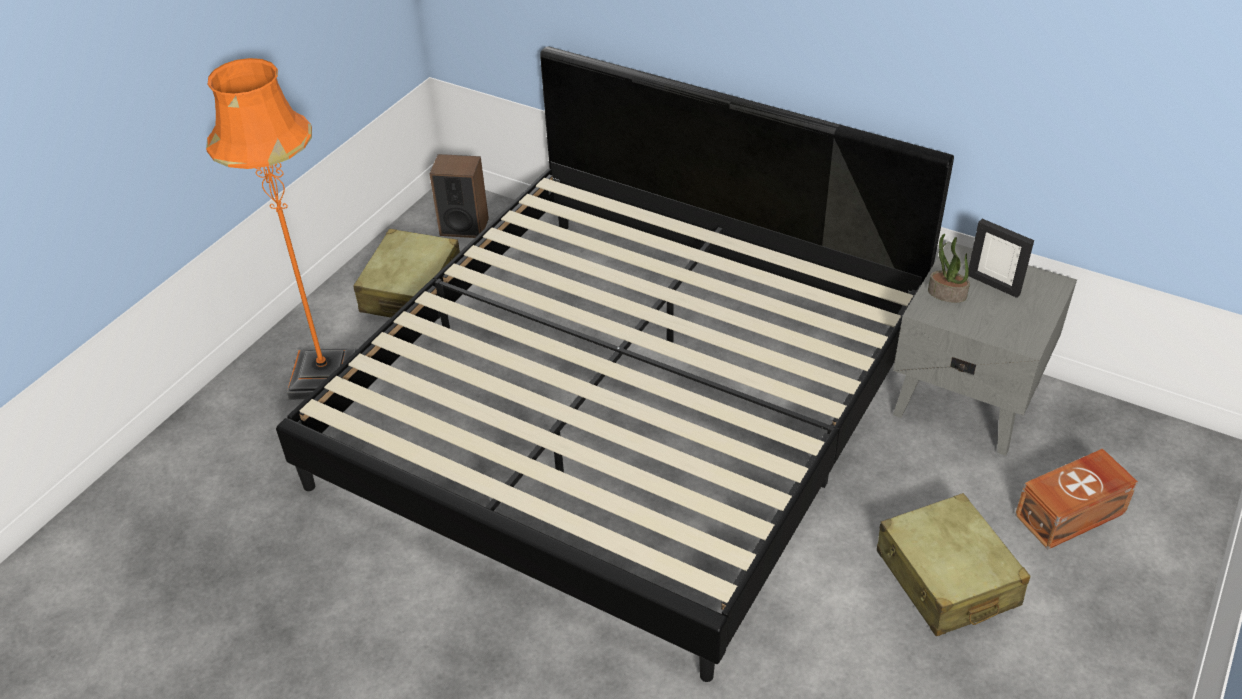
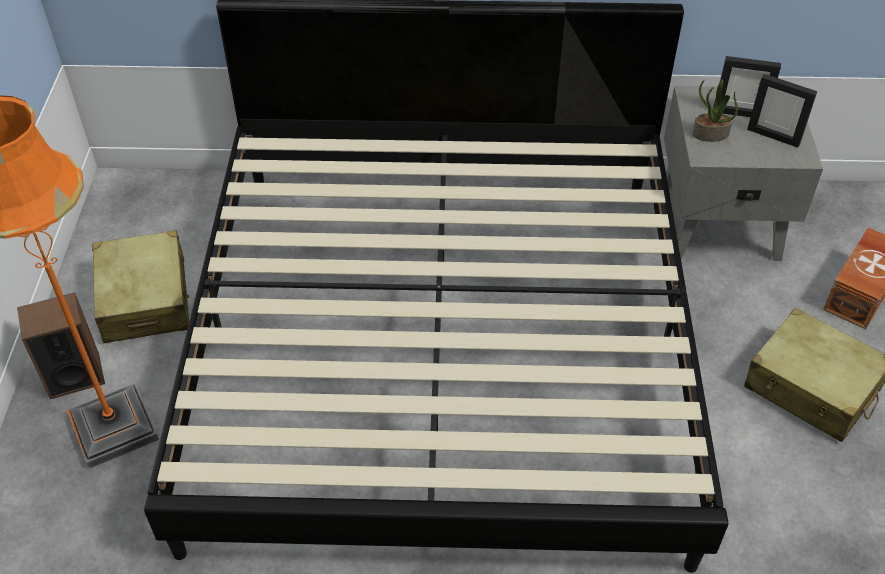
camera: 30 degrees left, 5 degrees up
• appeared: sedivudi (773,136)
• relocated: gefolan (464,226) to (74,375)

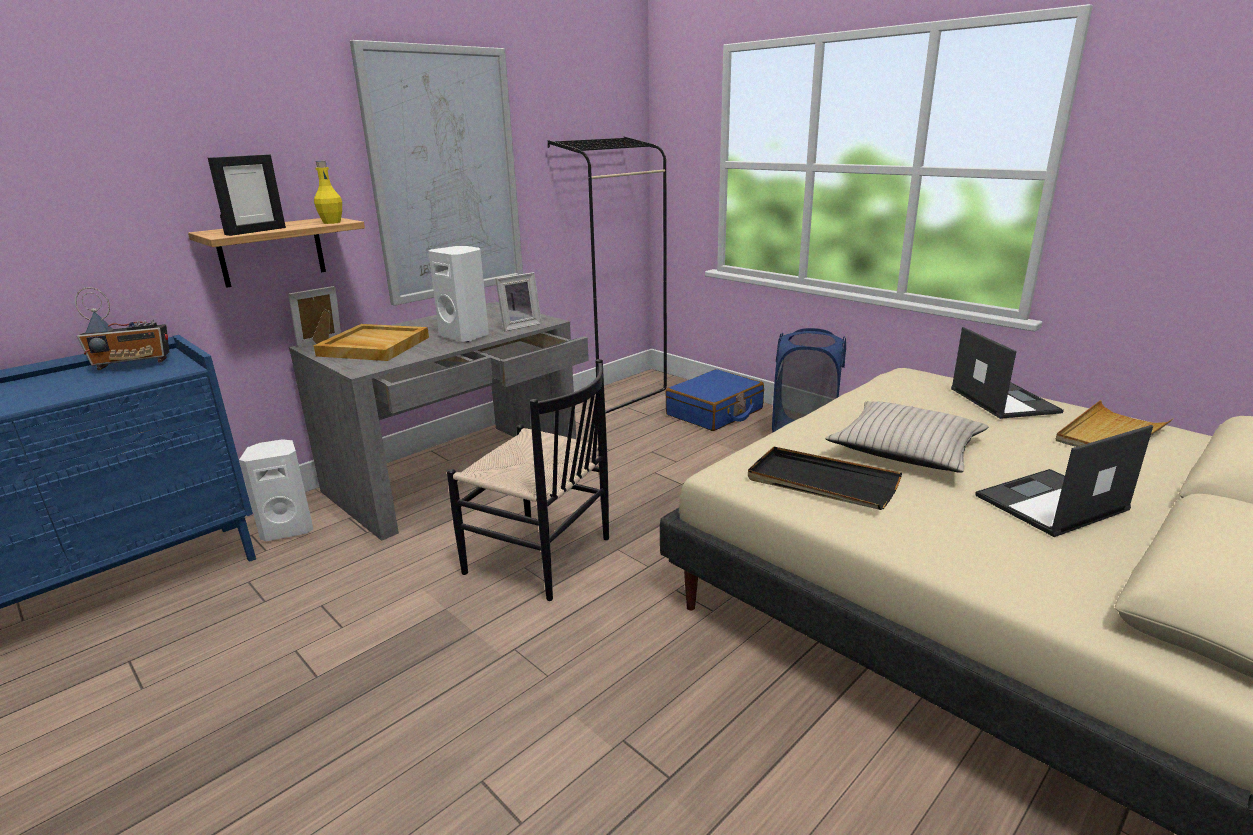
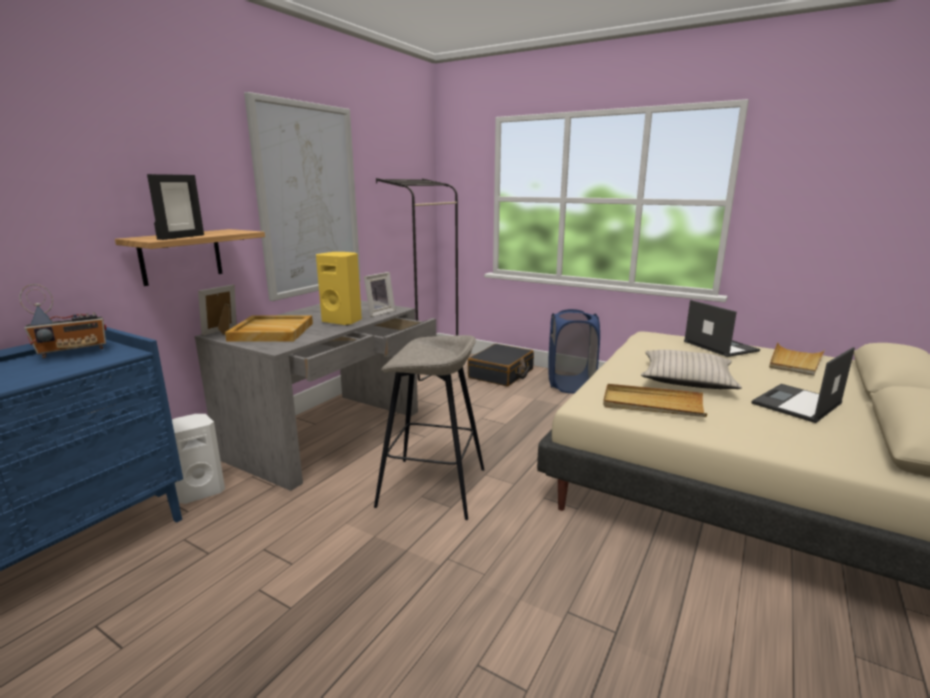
camera: 15 degrees left, 5 degrees down
• missing: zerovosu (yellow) (331,222)
• exchanged: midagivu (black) (543,558) to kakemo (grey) (432,487)
• colour: gefolan (white) (466,336) to gefolan (yellow) (343,321)
• colour: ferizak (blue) (715,412) to ferizak (black) (501,374)
• colour: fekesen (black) (821,483) to fekesen (beige) (652,404)

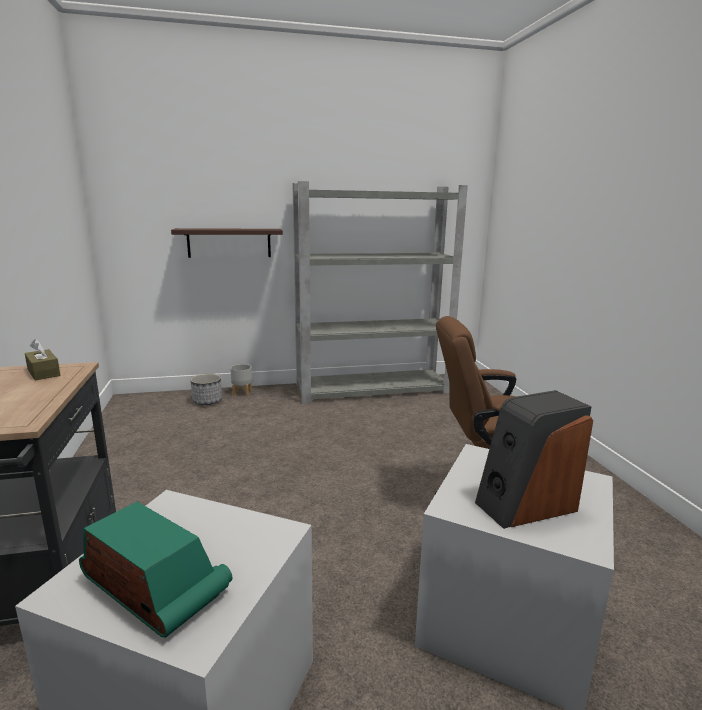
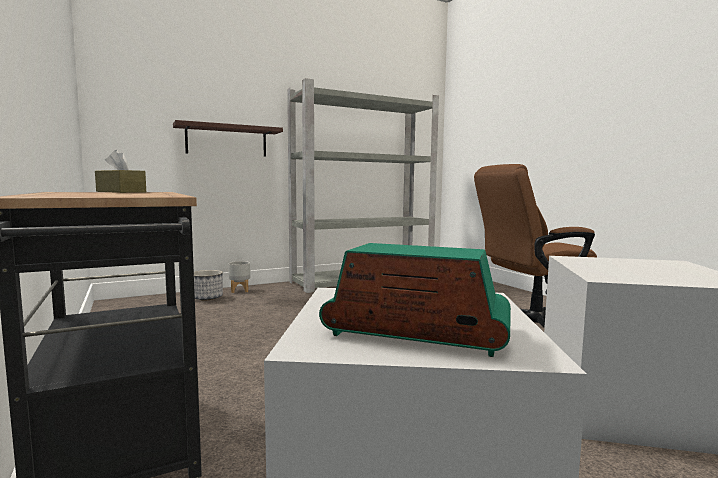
camera: 15 degrees left, 10 degrees down
• missing: gefolan (525,505)

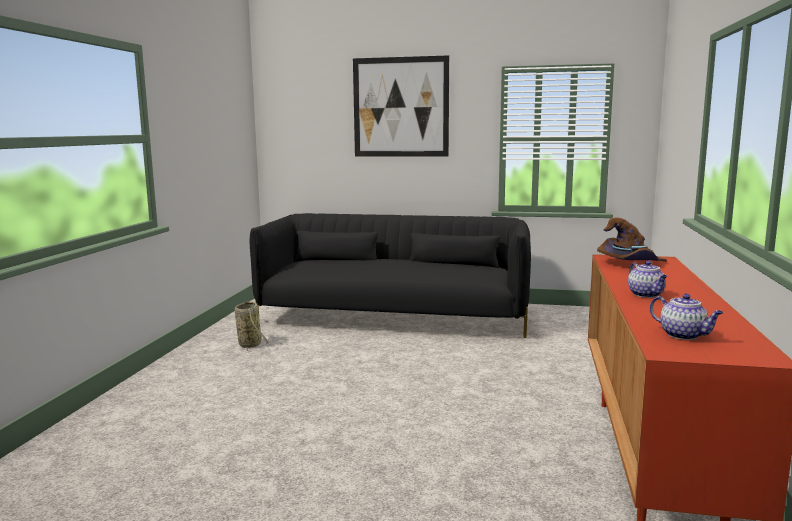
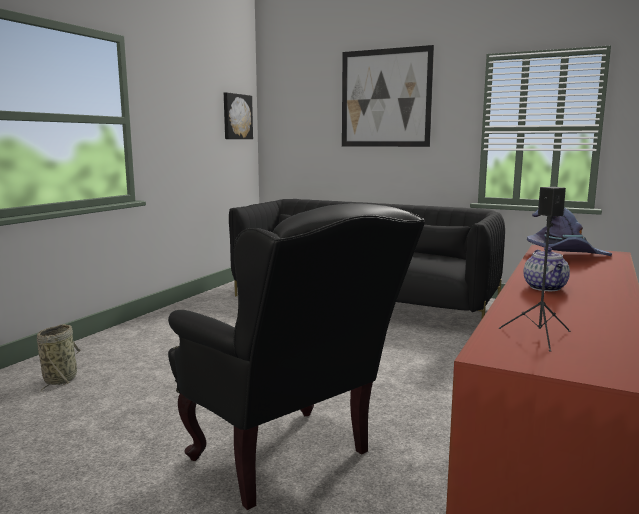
camera: 15 degrees right, 0 degrees up
• appeared: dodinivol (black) (294,464)
• appeared: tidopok (236,116)
• relocated: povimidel (249,344) to (61,379)
• exchanged: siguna (684,335) to gefolan (black) (539,336)
• colour: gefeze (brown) (629,263) to gefeze (purple) (564,255)

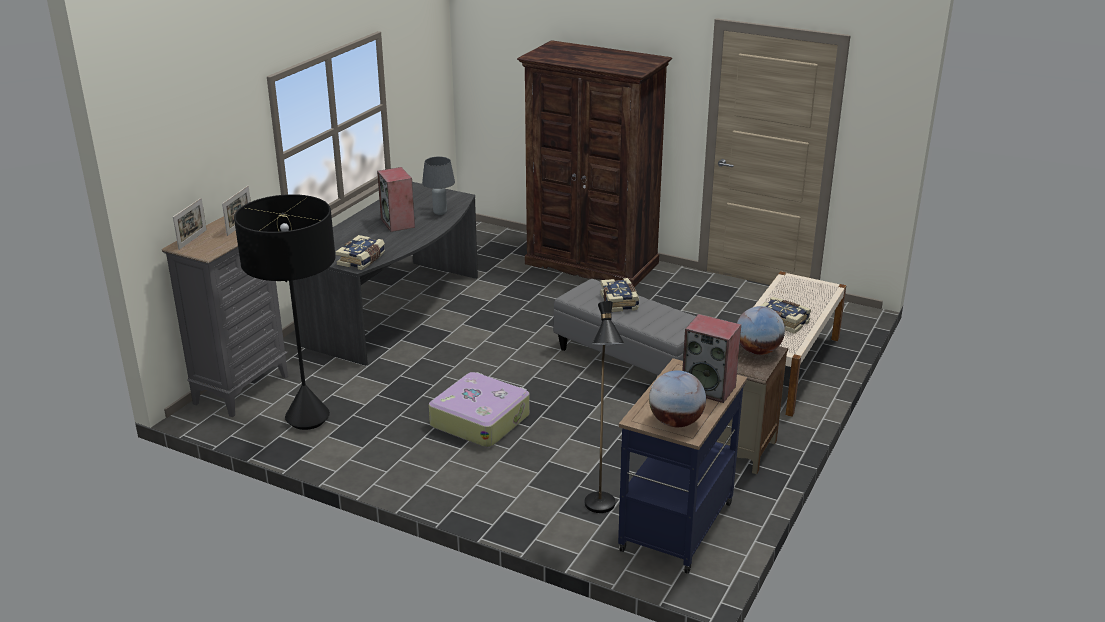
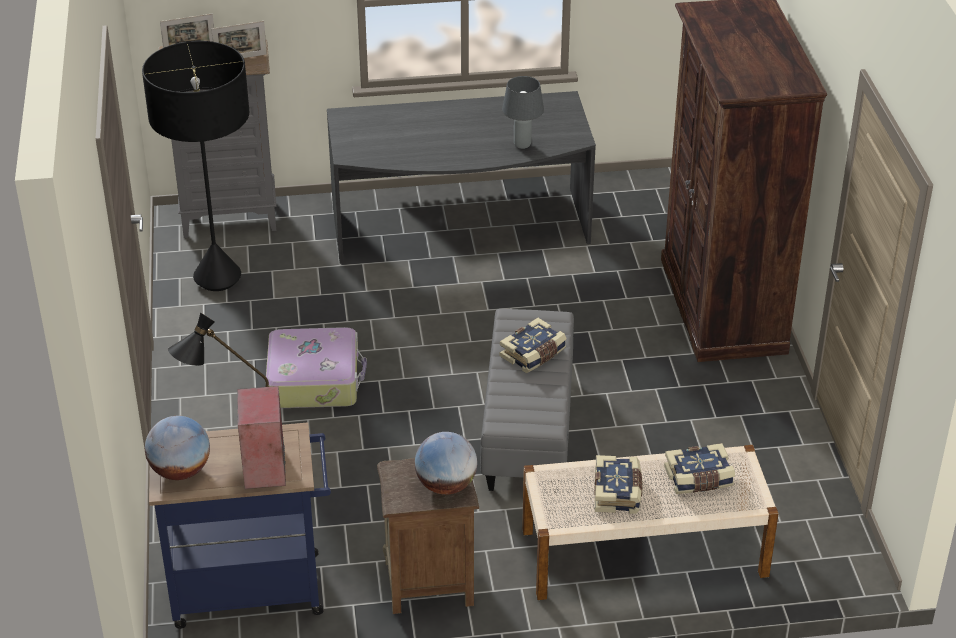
camera: 55 degrees right, 10 degrees up
• missing: gefolan (398,223)
• relocated: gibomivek (362,260) to (699,479)

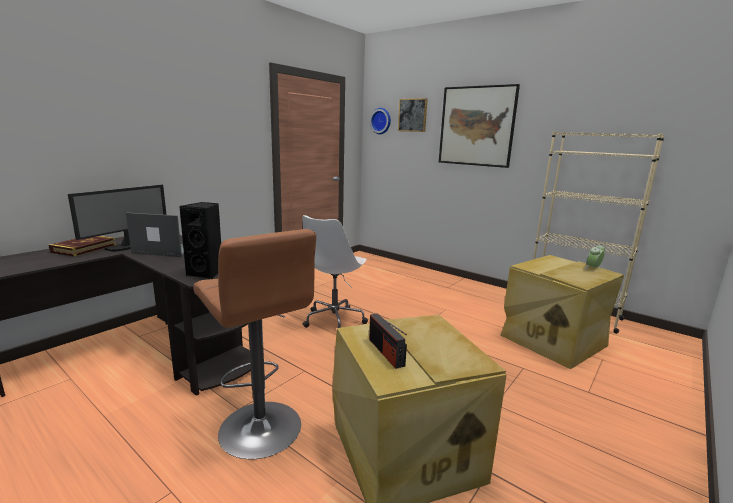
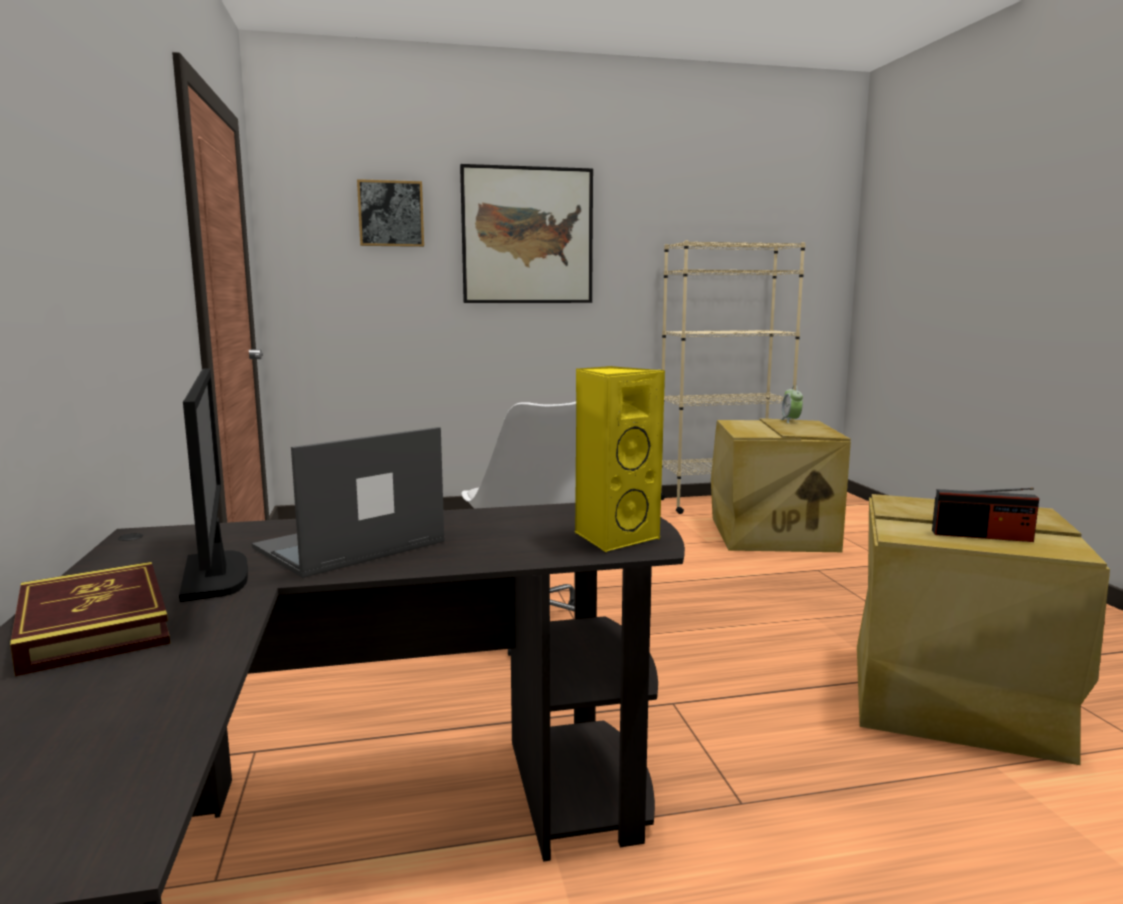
camera: 50 degrees left, 5 degrees down
• missing: kakemo (brown) (260,429)
• missing: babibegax (381,121)
• colour: gefolan (black) (207,273) to gefolan (yellow) (613,537)

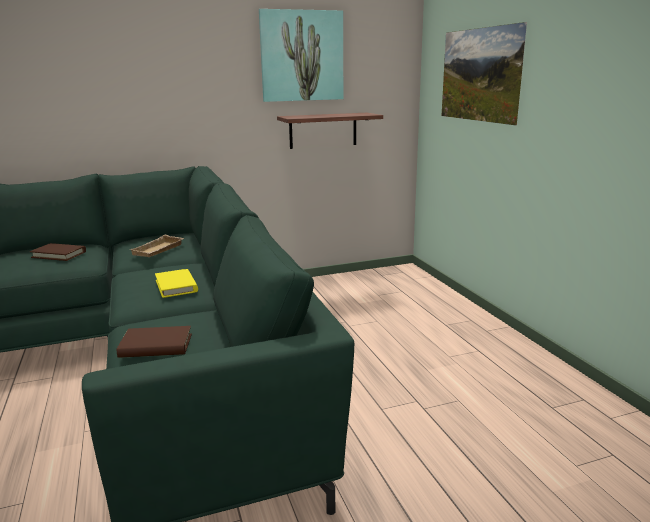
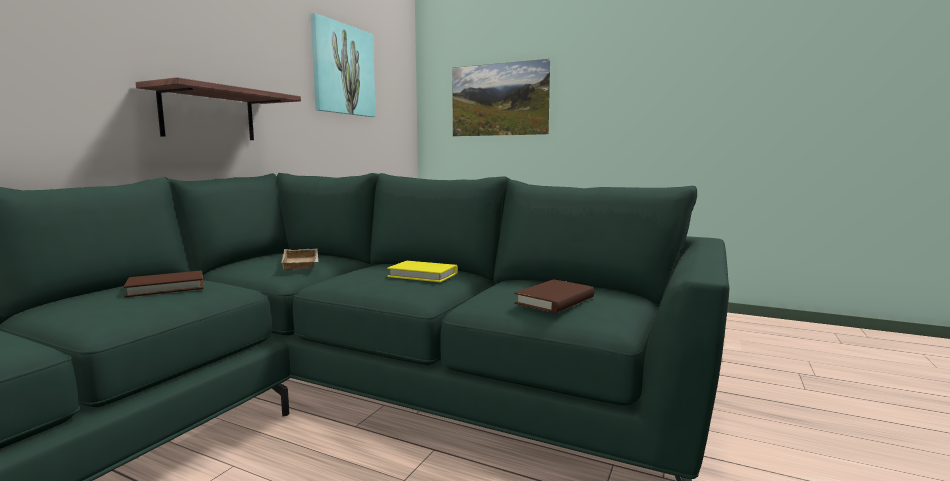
camera: 45 degrees left, 10 degrees down
• relocated: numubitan (323,130) to (208,115)

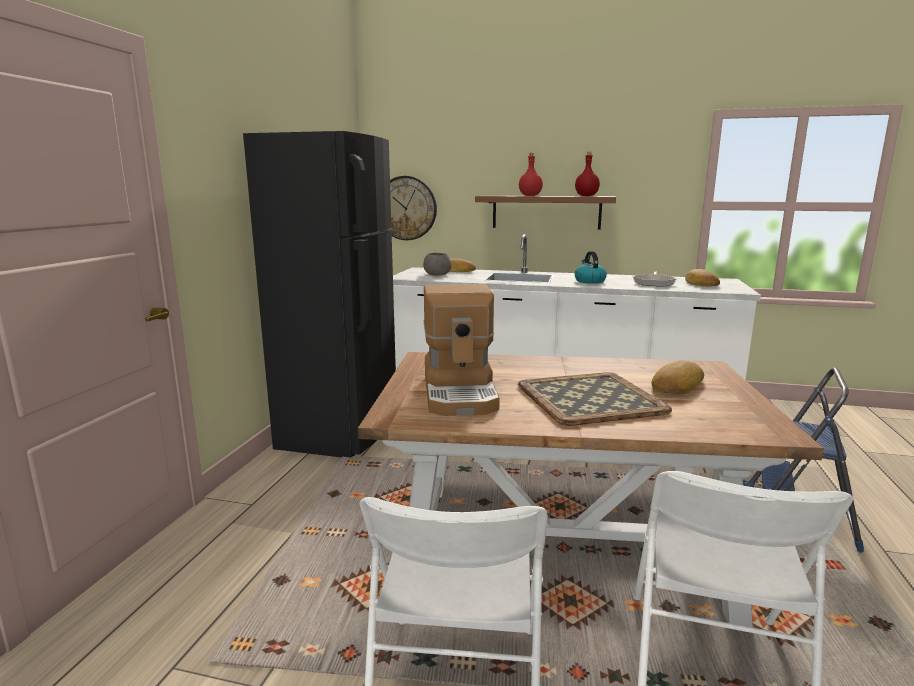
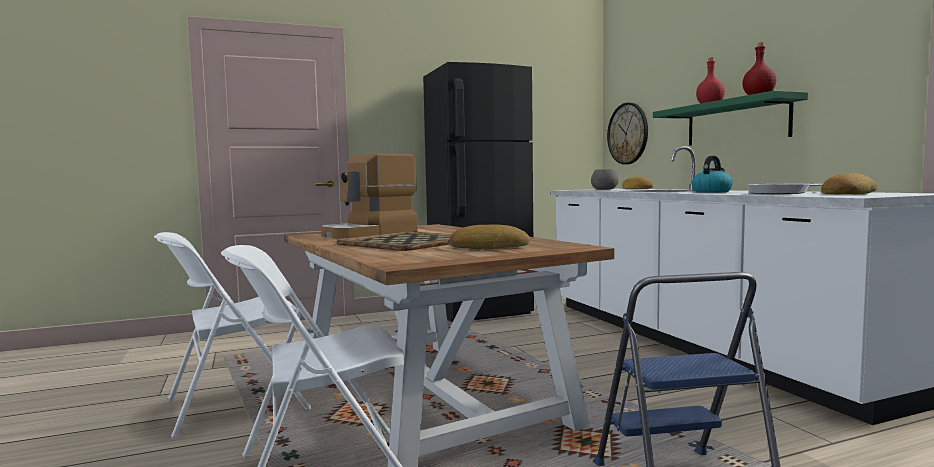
camera: 55 degrees right, 10 degrees down
• colour: numubitan (brown) (546,212) to numubitan (green) (736,122)

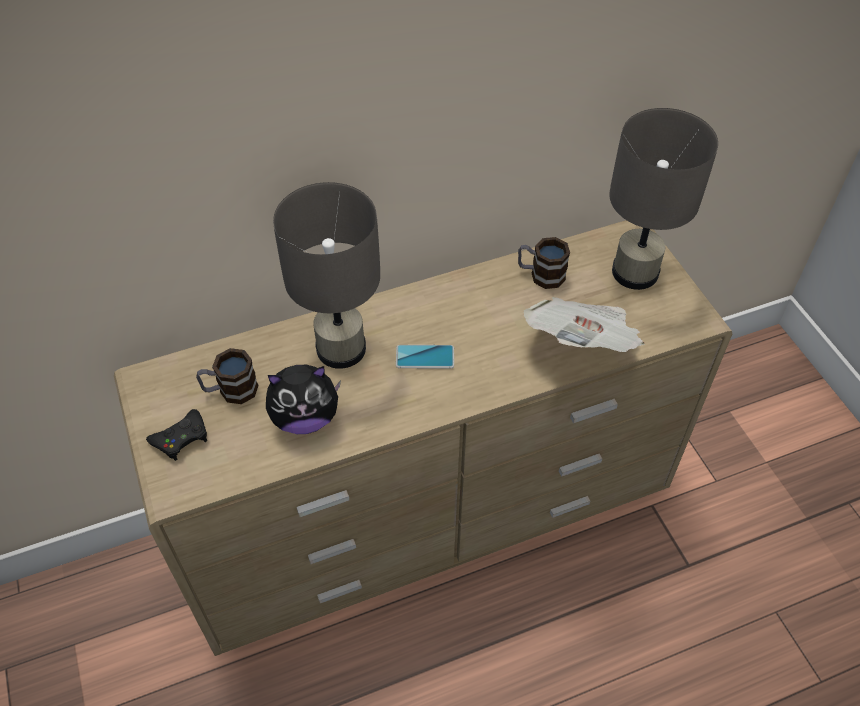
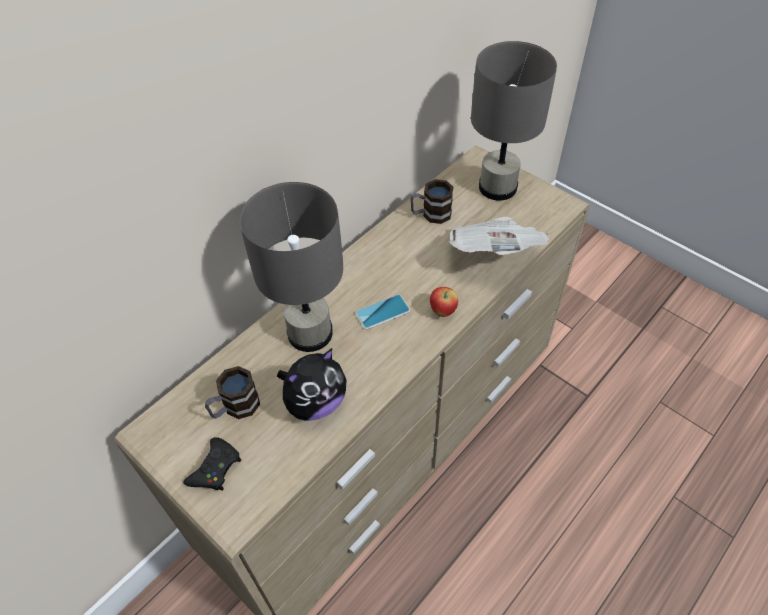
camera: 25 degrees left, 0 degrees up
• appeared: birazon (442,311)

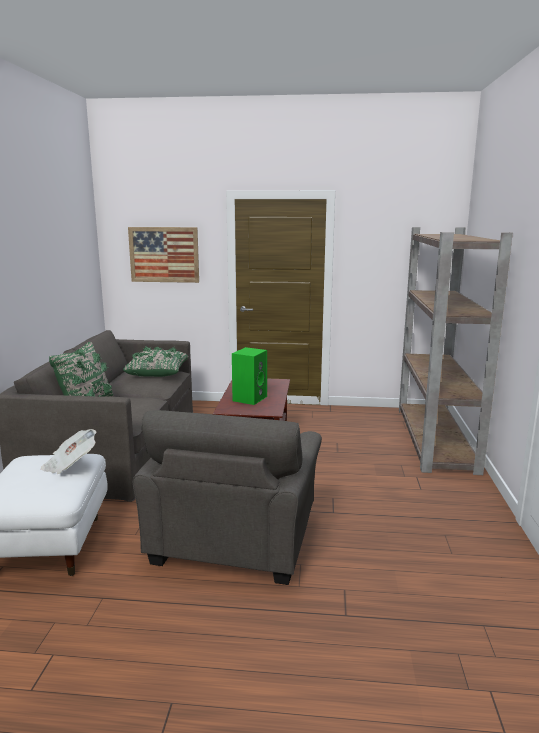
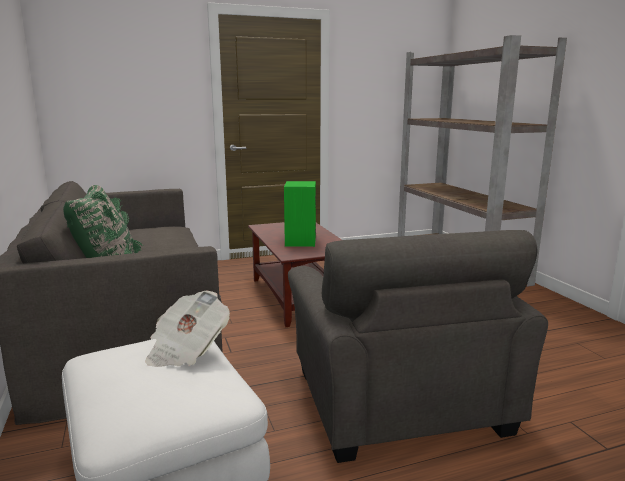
camera: 25 degrees left, 0 degrees up
• missing: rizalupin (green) (157,374)
• missing: tidopok (164,254)

